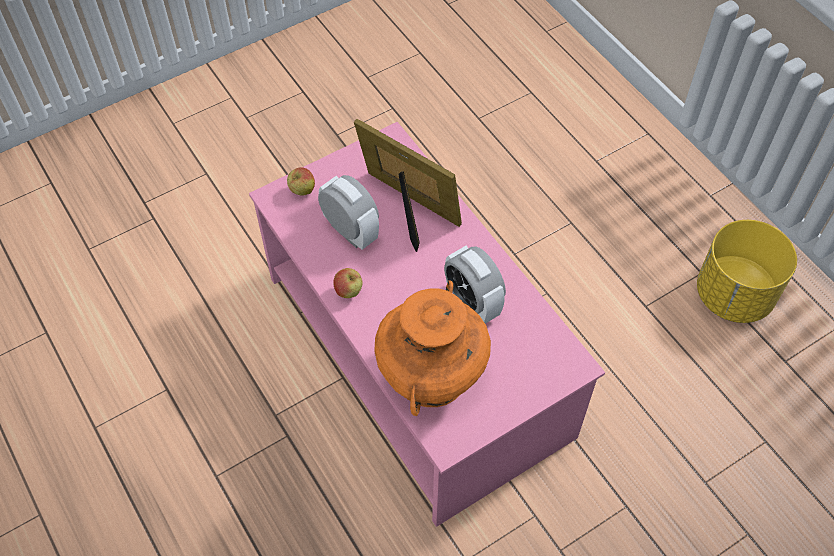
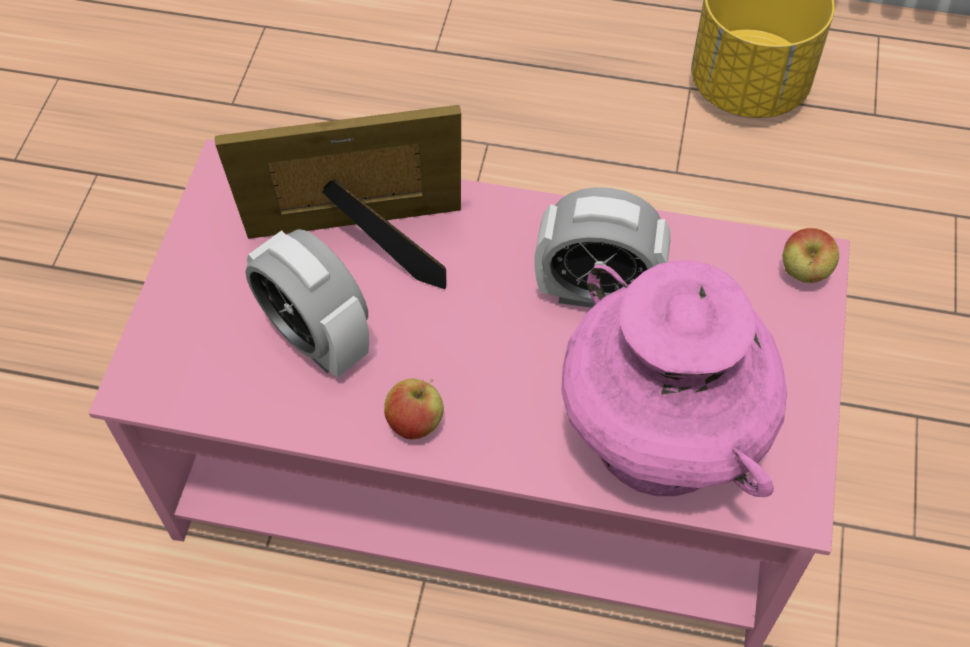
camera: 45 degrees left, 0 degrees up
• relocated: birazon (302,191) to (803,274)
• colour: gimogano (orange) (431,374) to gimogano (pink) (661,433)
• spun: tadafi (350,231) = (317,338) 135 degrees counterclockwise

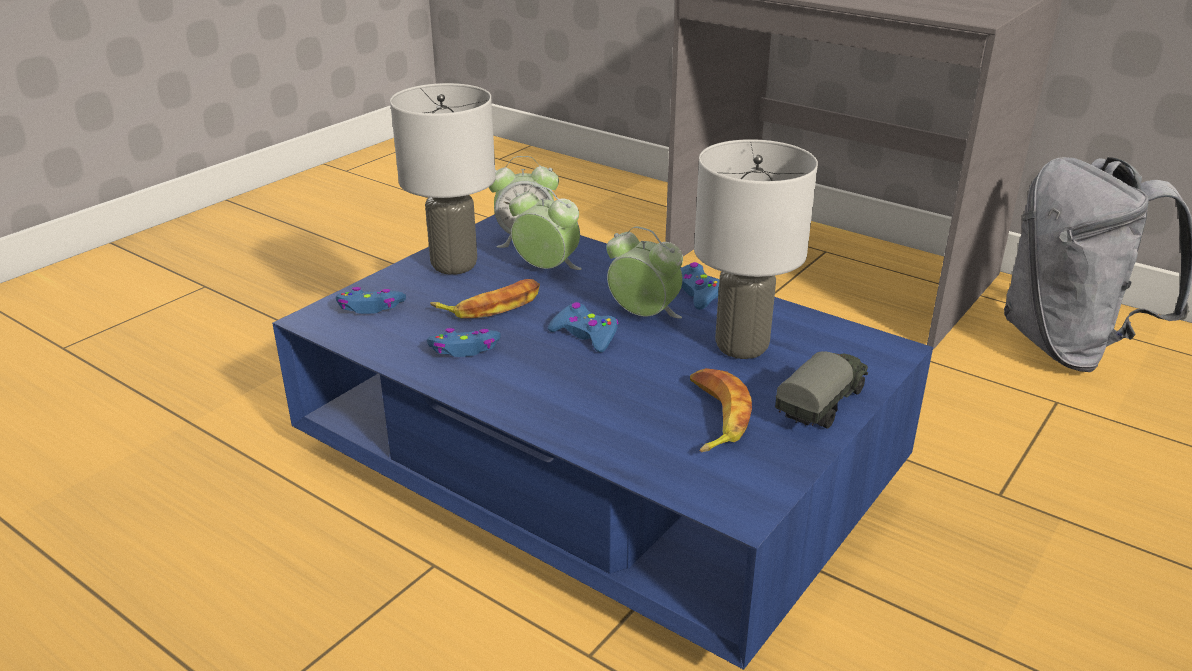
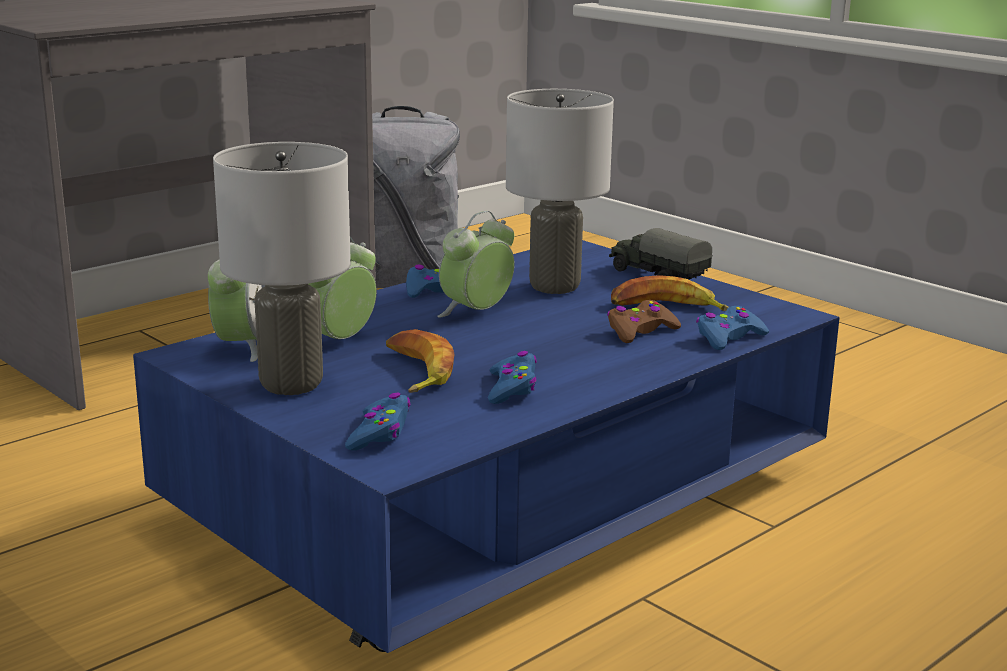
camera: 80 degrees left, 10 degrees down
• appeared: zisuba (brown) (640,331)
• relocated: zisuba (blue) (585,335) to (729,337)

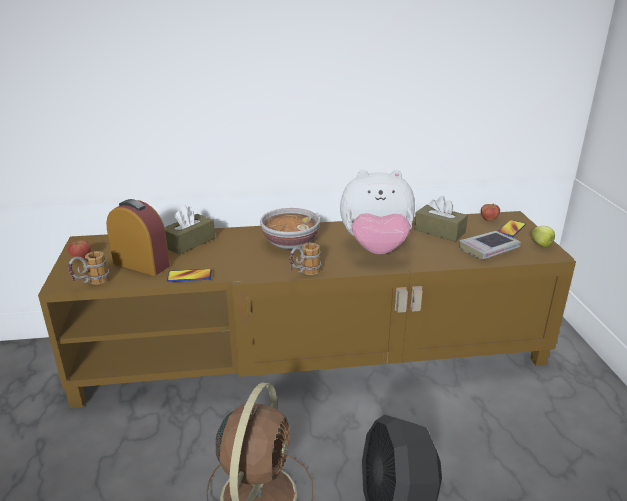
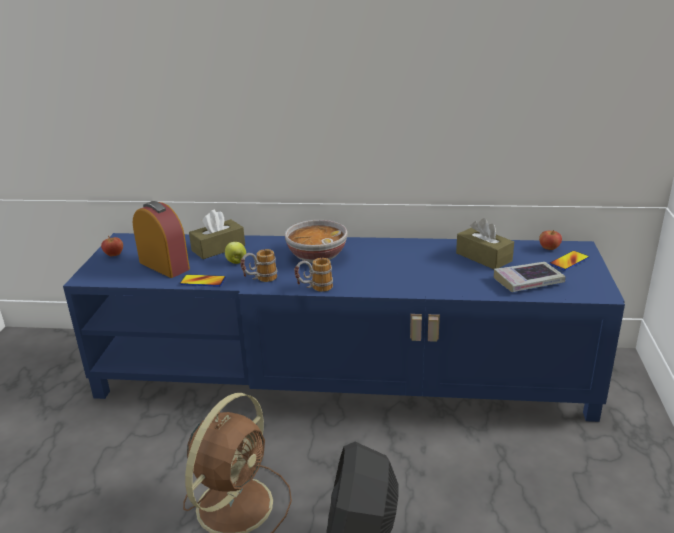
camera: 15 degrees right, 0 degrees up
• missing: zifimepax (376,248)
• relocated: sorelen (91,284) to (259,280)
• relocated: birazon (542,245) to (236,262)
• colour: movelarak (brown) (315,352) to movelarak (blue) (344,375)

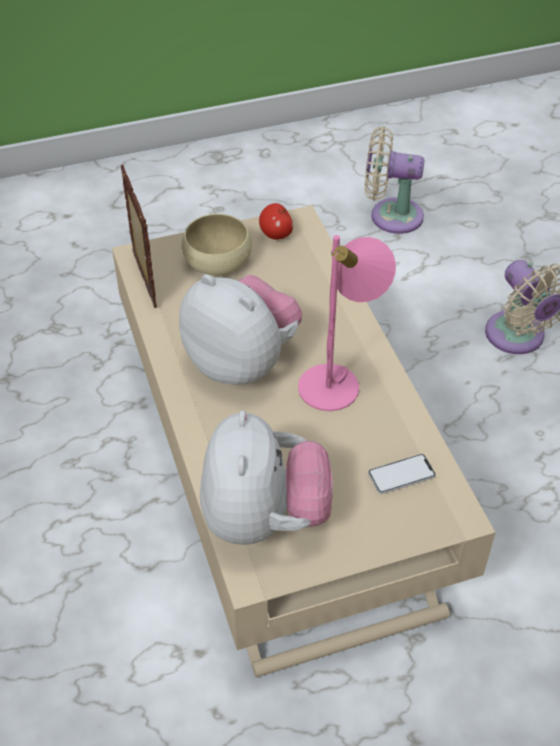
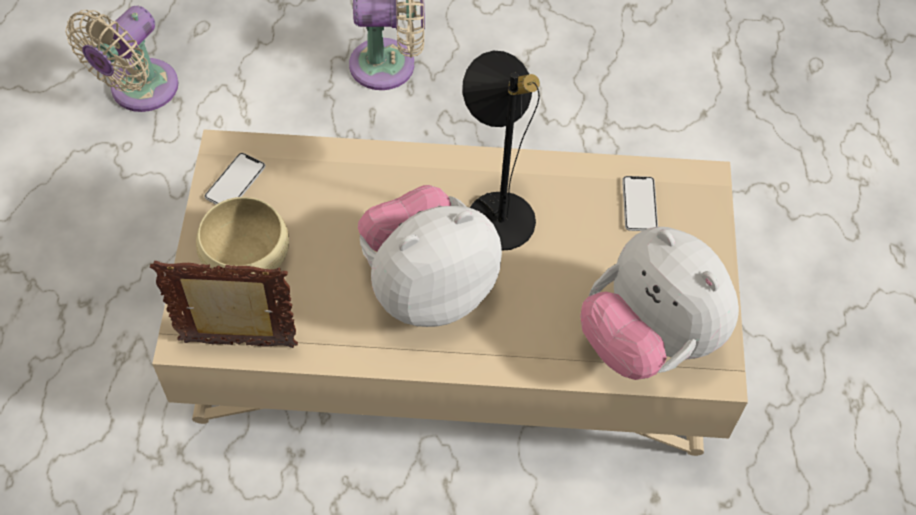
camera: 70 degrees left, 10 degrees up
• exchanged: birazon (276,234) to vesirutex (235,182)
• colour: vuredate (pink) (338,382) to vuredate (black) (497,209)
• spun: zifimepax (264,518) = (648,339) 150 degrees counterclockwise

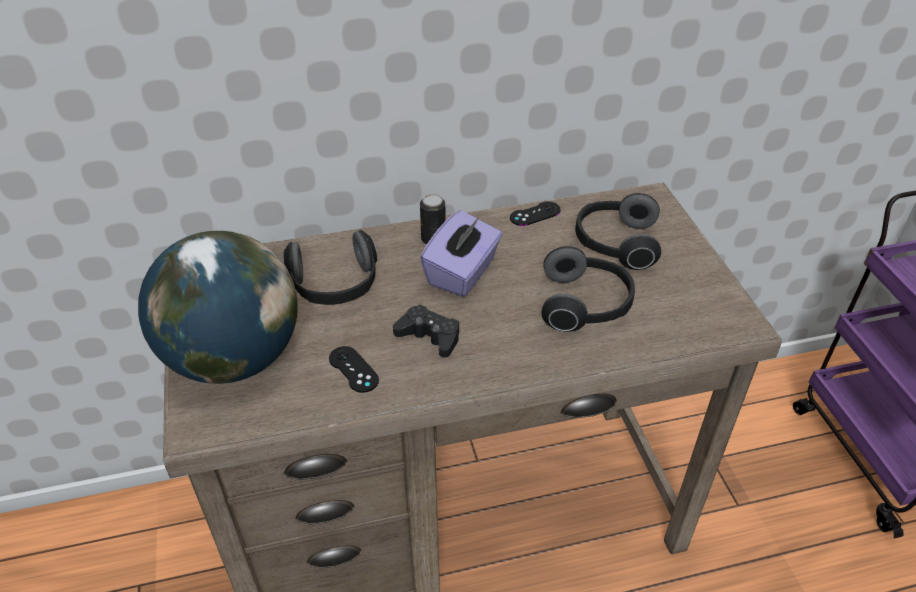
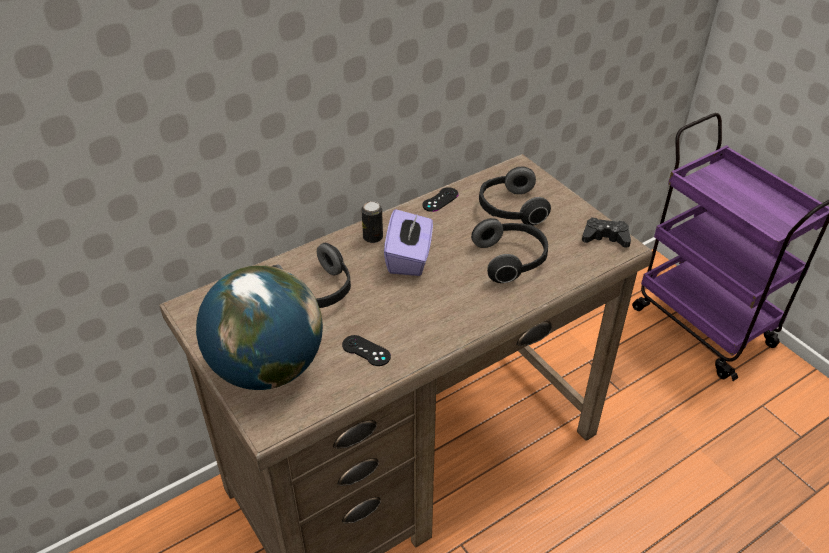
camera: 20 degrees left, 0 degrees up
• relocated: zisuba (black) (429,336) to (605,237)

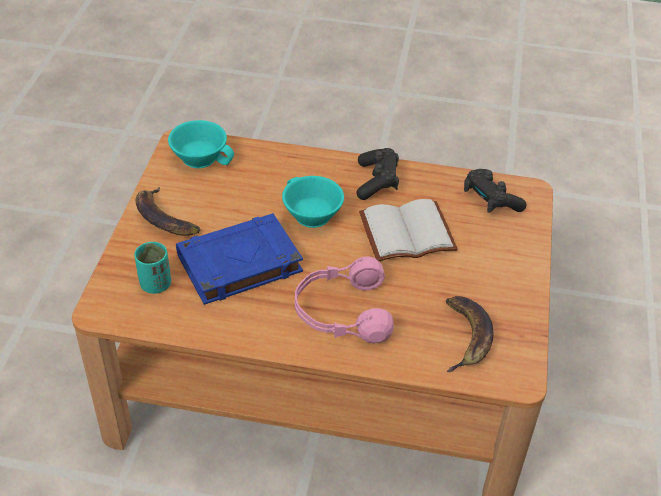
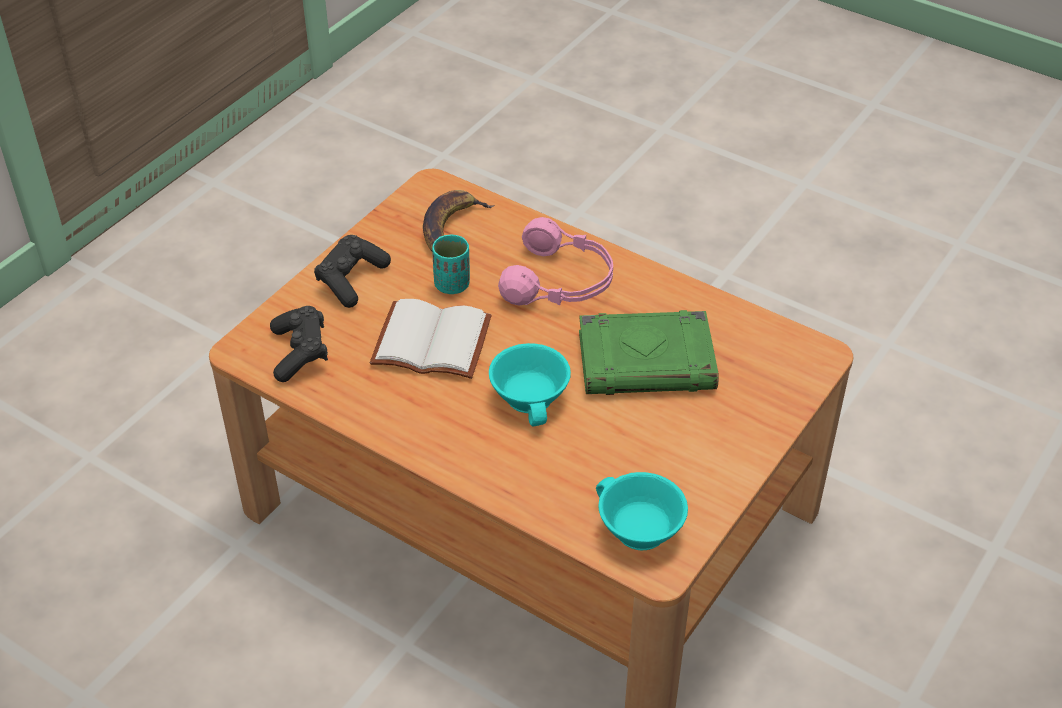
camera: 155 degrees left, 0 degrees up
• missing: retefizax (164,218)
• relocated: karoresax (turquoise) (155,284) to (452,285)
• relocated: zisuba (black) (377,182) to (351,280)
• colour: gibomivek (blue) (238,264) to gibomivek (green) (648,361)

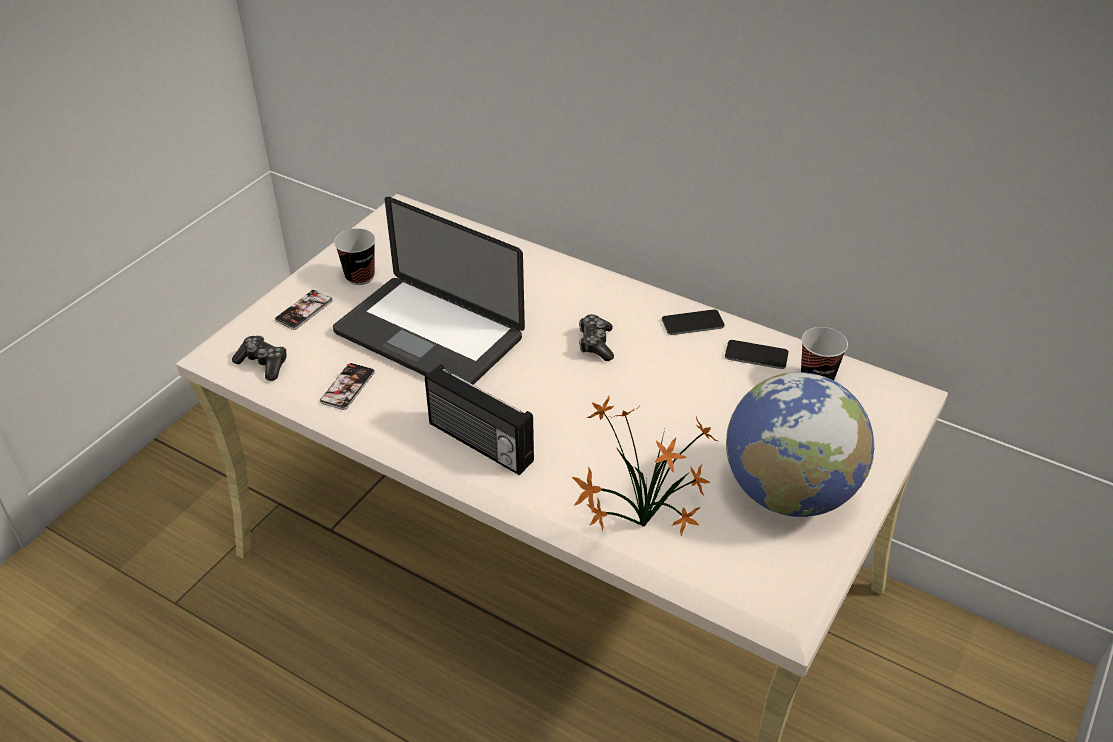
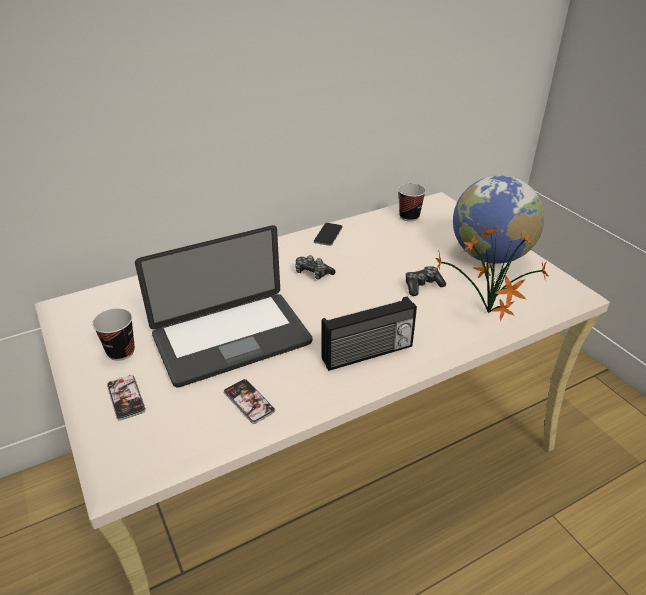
camera: 60 degrees left, 5 degrees down
• missing: vesirutex (756,355)
• relocated: zisuba (263,363) to (422,286)

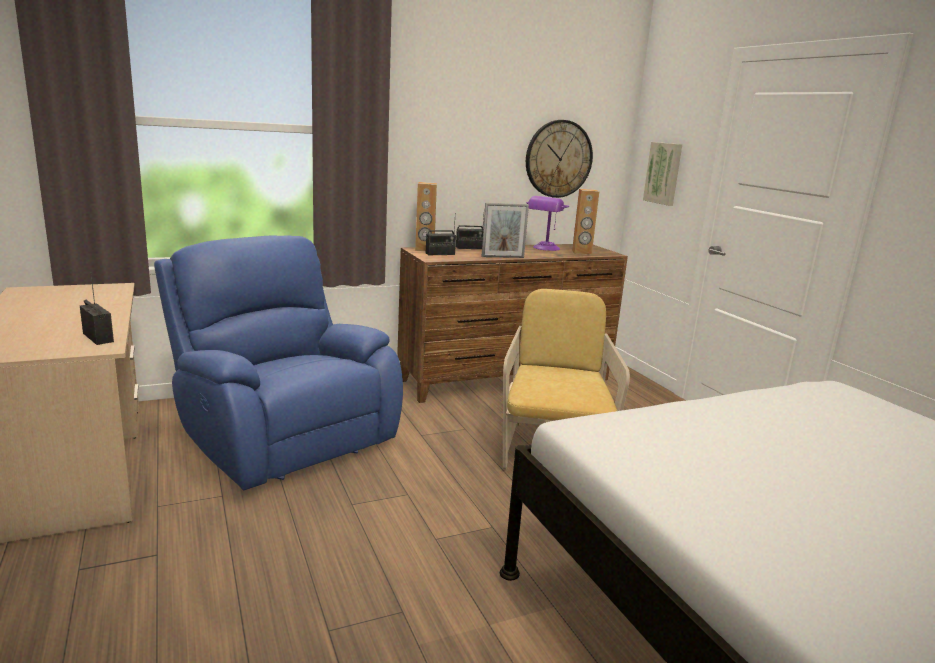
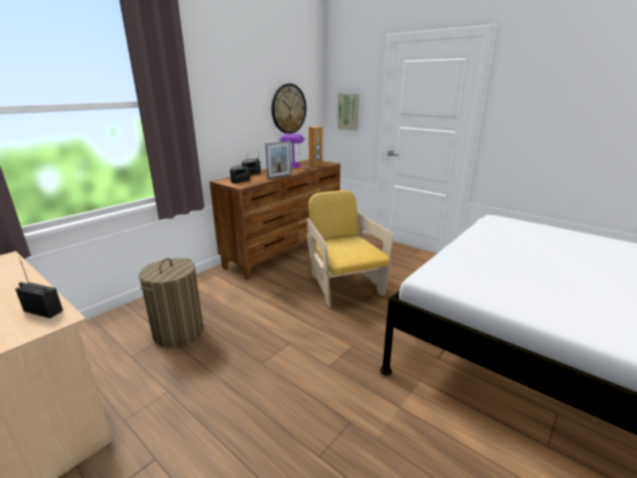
camera: 25 degrees left, 5 degrees up
• missing: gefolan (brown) (424,249)
• exchanged: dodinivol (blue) (285,438) to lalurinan (178,332)

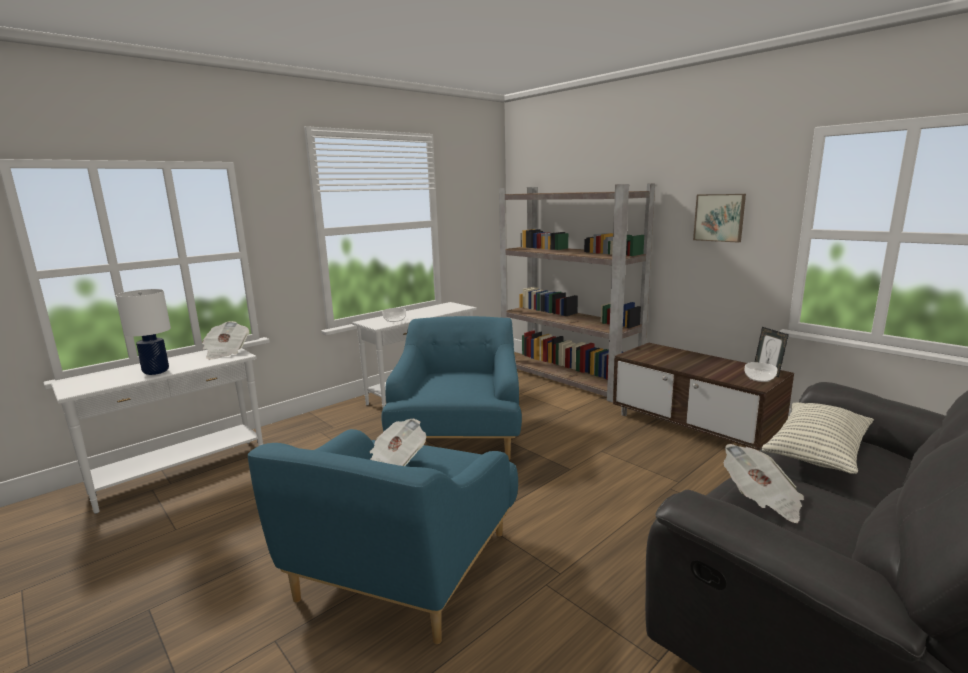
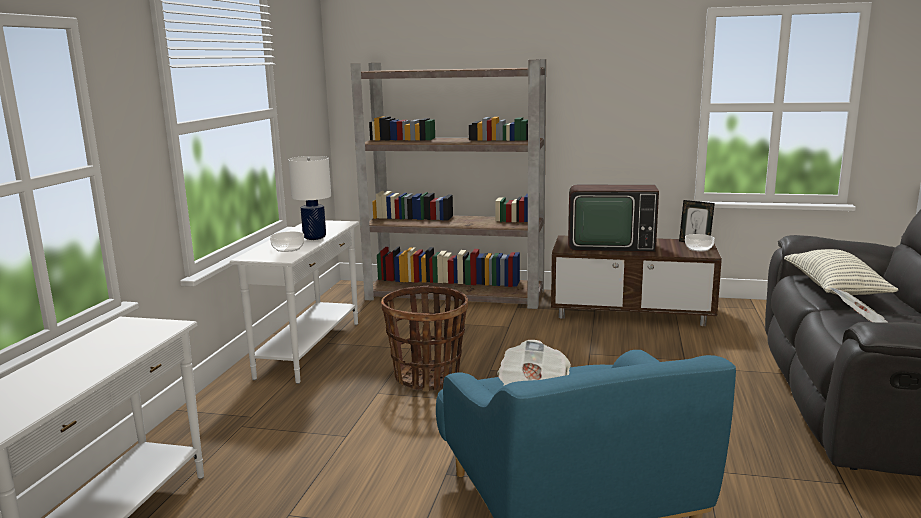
camera: 35 degrees left, 0 degrees up
• missing: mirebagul (226,352)
• missing: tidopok (719,217)
• appeared: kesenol (609,245)
• relocated: vuredate (white) (156,373) to (314,239)
• exchanged: dodinivol (blue) (459,434) to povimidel (427,378)

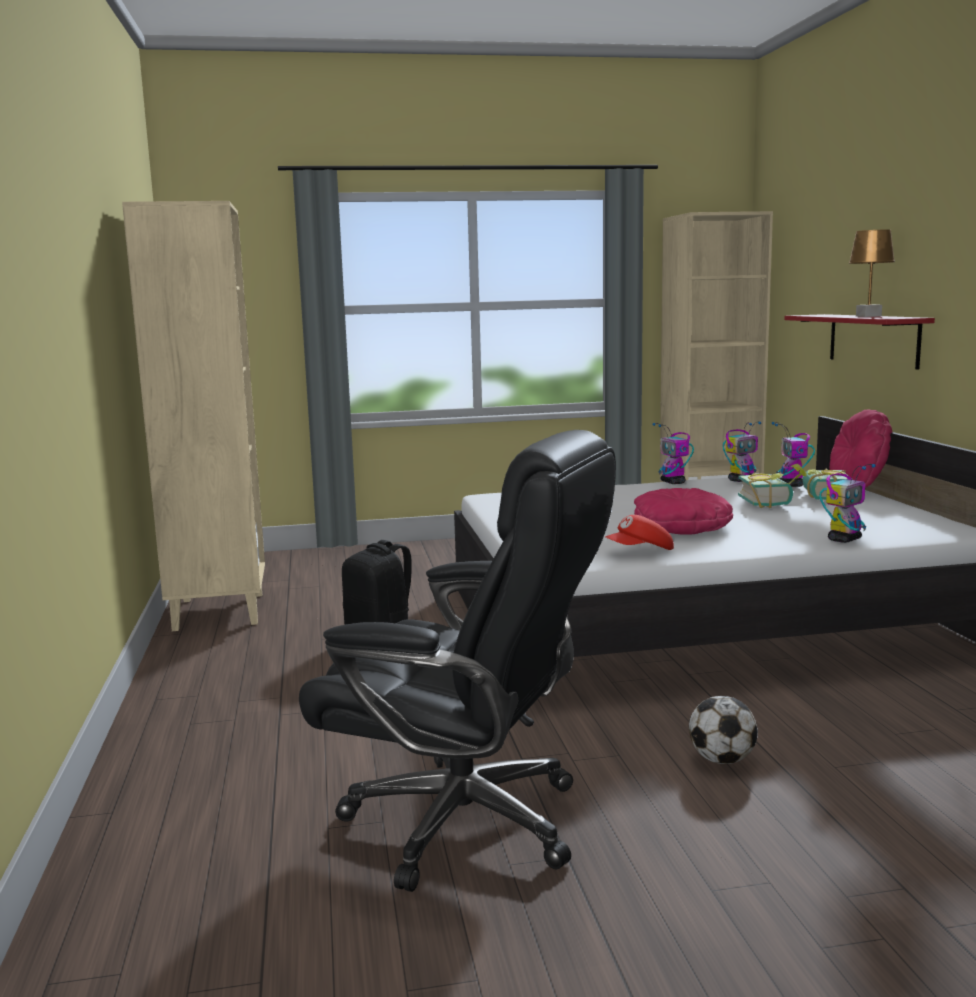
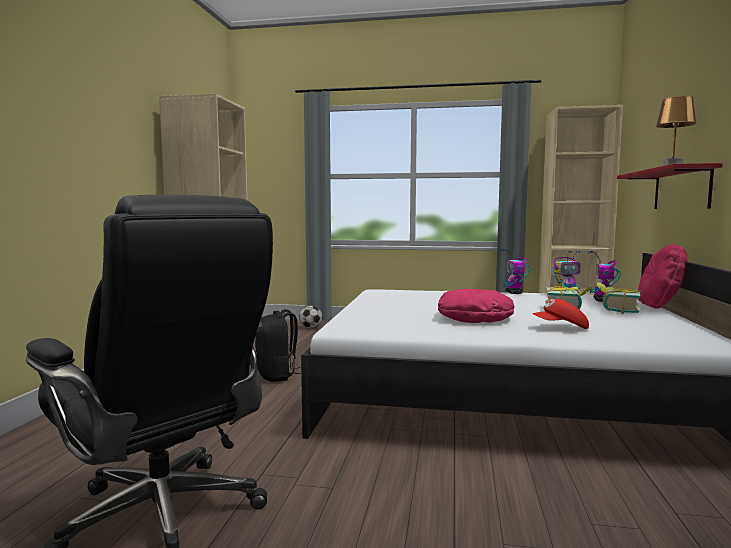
camera: 20 degrees right, 5 degrees down
• missing: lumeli (844,539)
• relocated: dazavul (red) (640,552) to (561,328)
• relocated: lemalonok (722,760) to (311,328)

